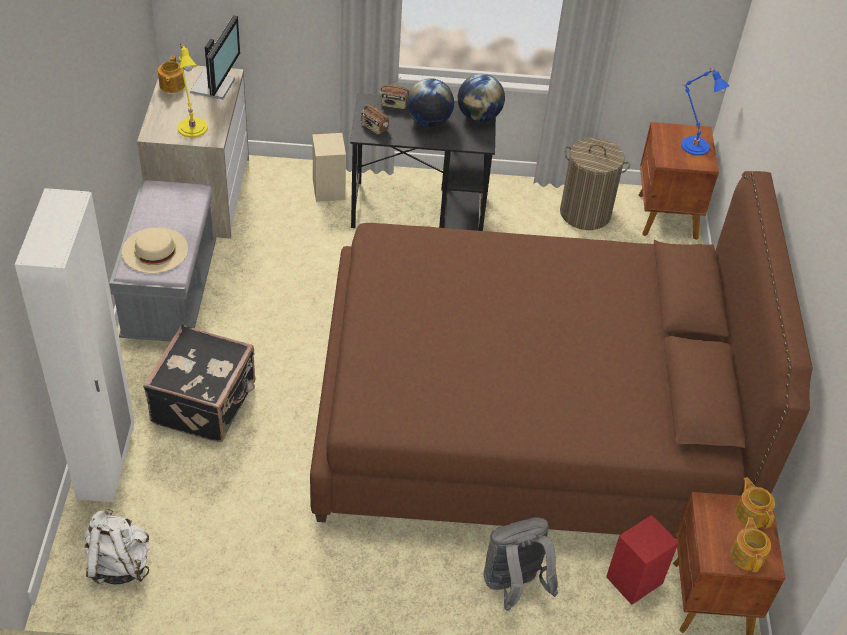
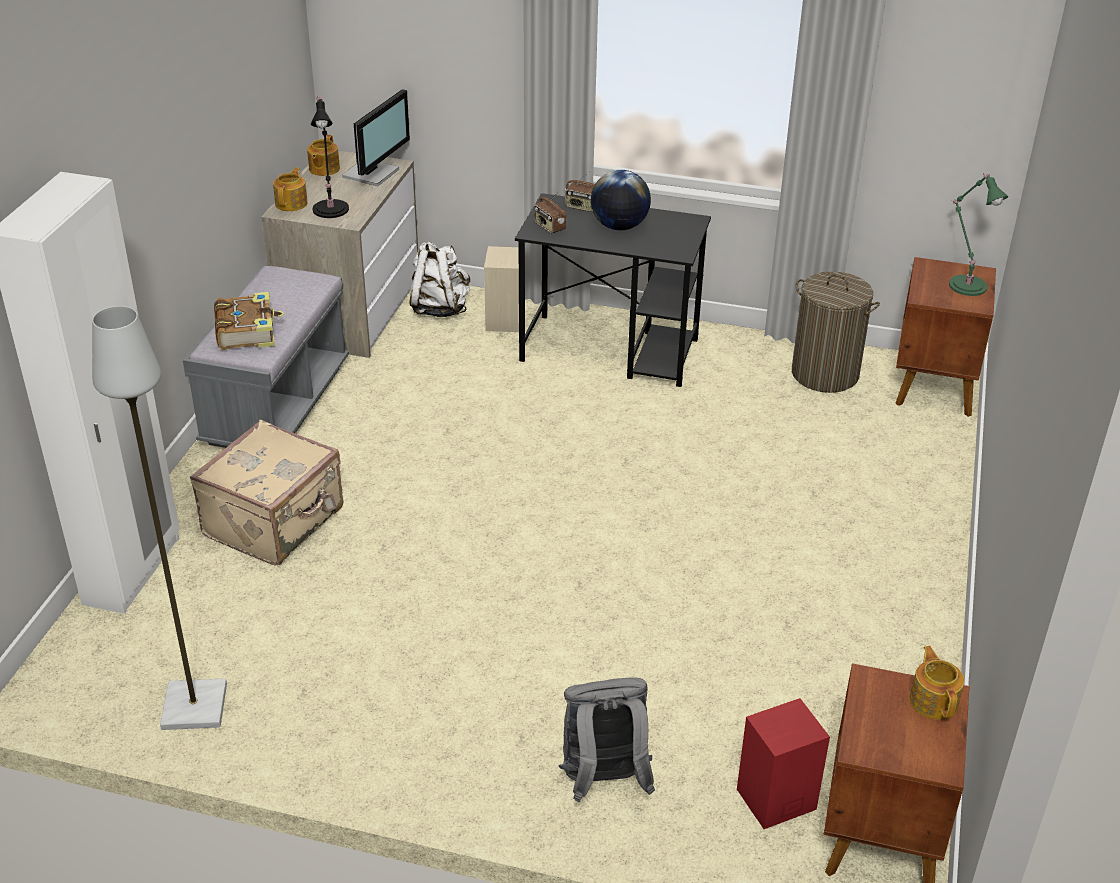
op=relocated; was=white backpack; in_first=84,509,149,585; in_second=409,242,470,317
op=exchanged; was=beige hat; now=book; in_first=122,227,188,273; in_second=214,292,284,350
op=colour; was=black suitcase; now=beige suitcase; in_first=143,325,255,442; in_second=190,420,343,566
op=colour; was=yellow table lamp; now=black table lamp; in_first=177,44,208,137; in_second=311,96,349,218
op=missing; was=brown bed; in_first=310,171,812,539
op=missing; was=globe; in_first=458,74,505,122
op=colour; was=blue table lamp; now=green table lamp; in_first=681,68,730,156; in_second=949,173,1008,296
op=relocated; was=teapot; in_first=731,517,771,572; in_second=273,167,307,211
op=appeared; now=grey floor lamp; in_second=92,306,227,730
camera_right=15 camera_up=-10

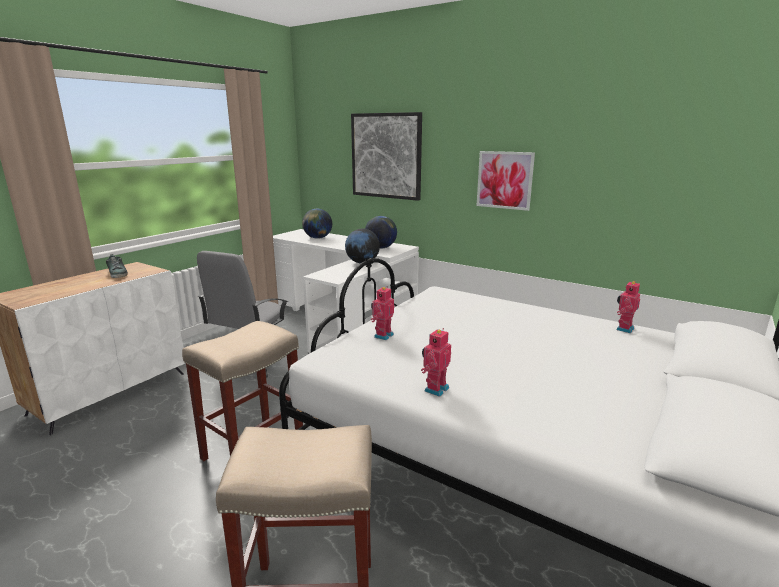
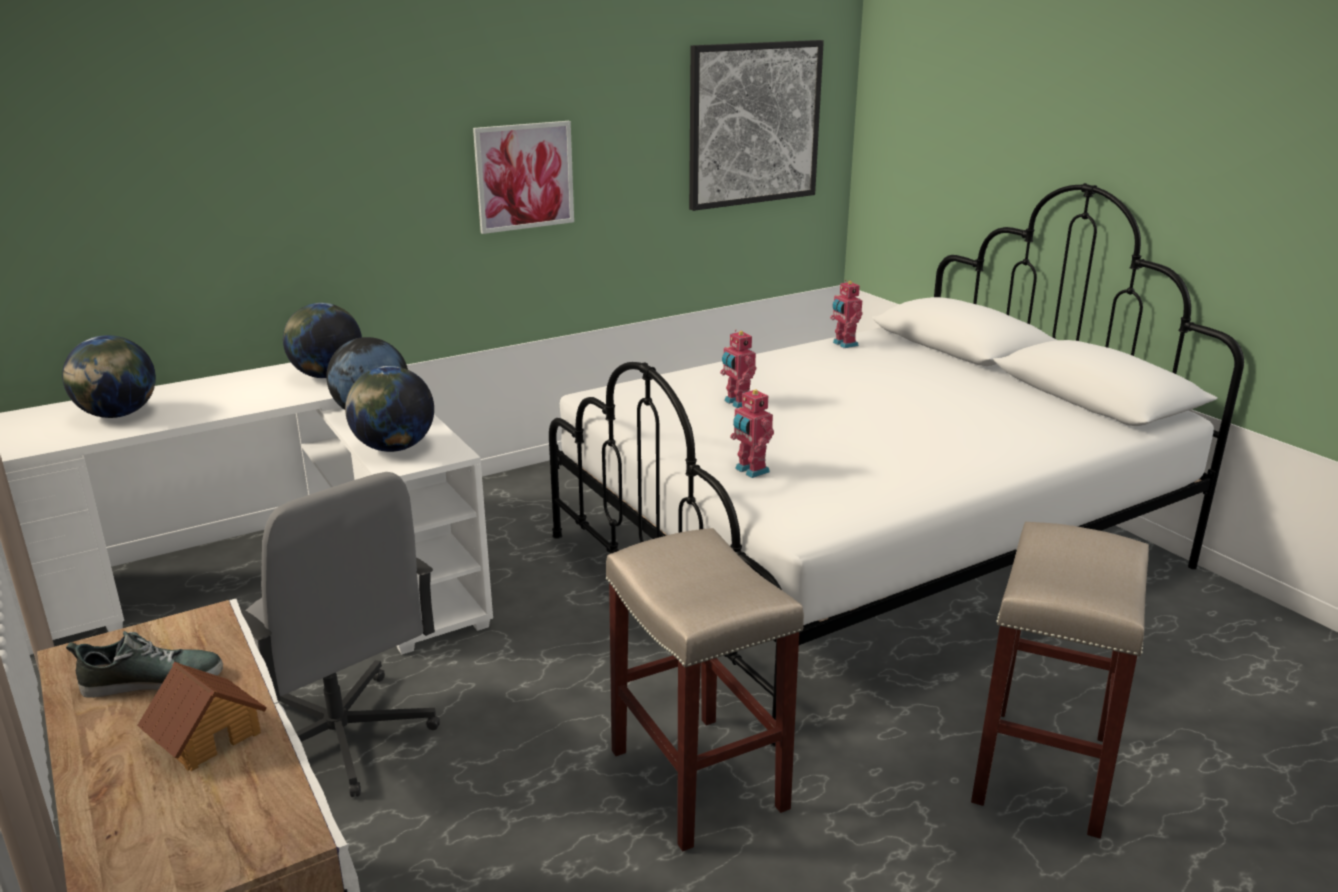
op=relocated; was=picture; in_first=351,112,422,201; in_second=689,40,824,211
op=relocated; was=toy robot; in_first=421,328,451,397; in_second=720,329,756,408
op=appeared; now=toy house; in_second=137,662,267,771
op=appeared; now=globe; in_second=345,366,434,452
camera_right=-65 camera_up=5

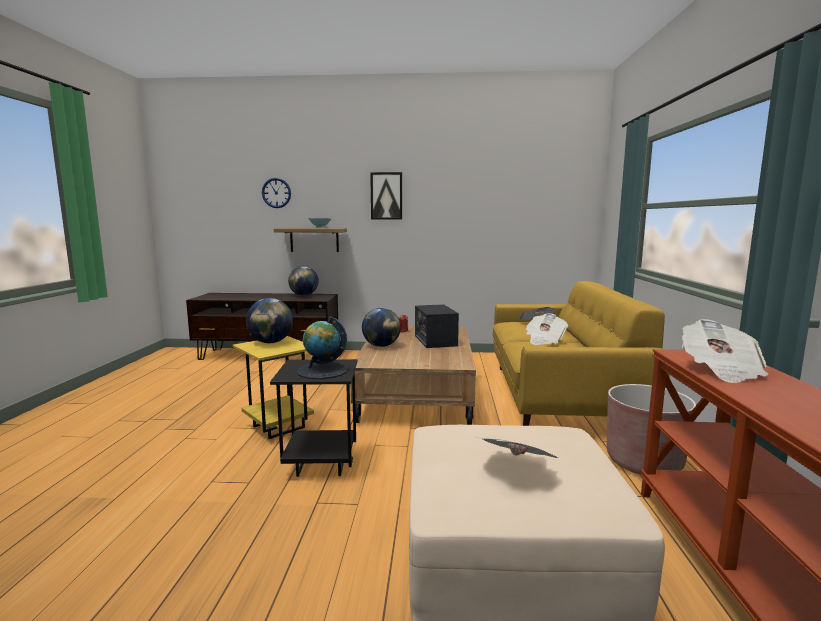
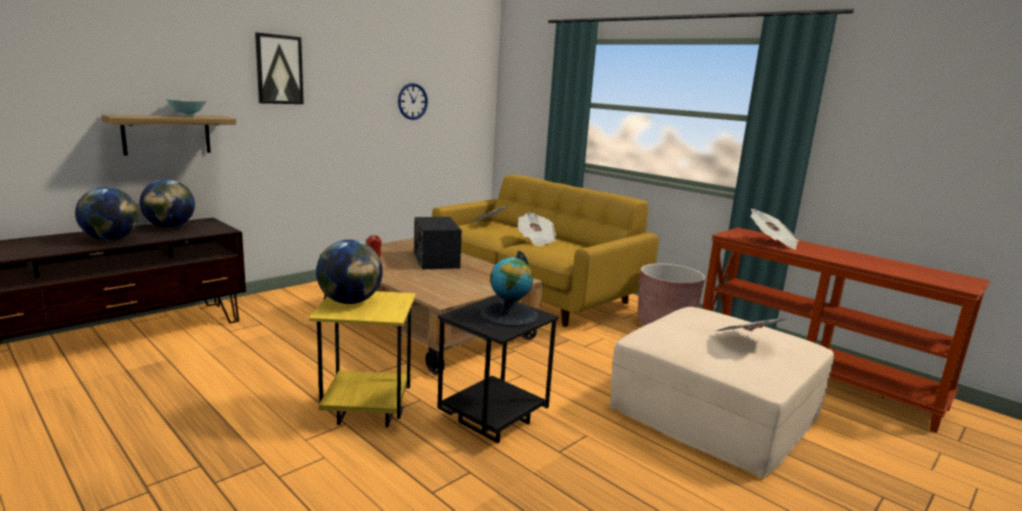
op=relocated; was=wall clock; in_first=262,178,291,208; in_second=398,83,428,120
op=relocated; was=globe; in_first=362,308,401,347; in_second=75,187,139,240
op=spun; was=radio; in_first=415,304,459,348; in_second=414,217,462,270; clockwise=45
camera_right=-50 camera_up=5

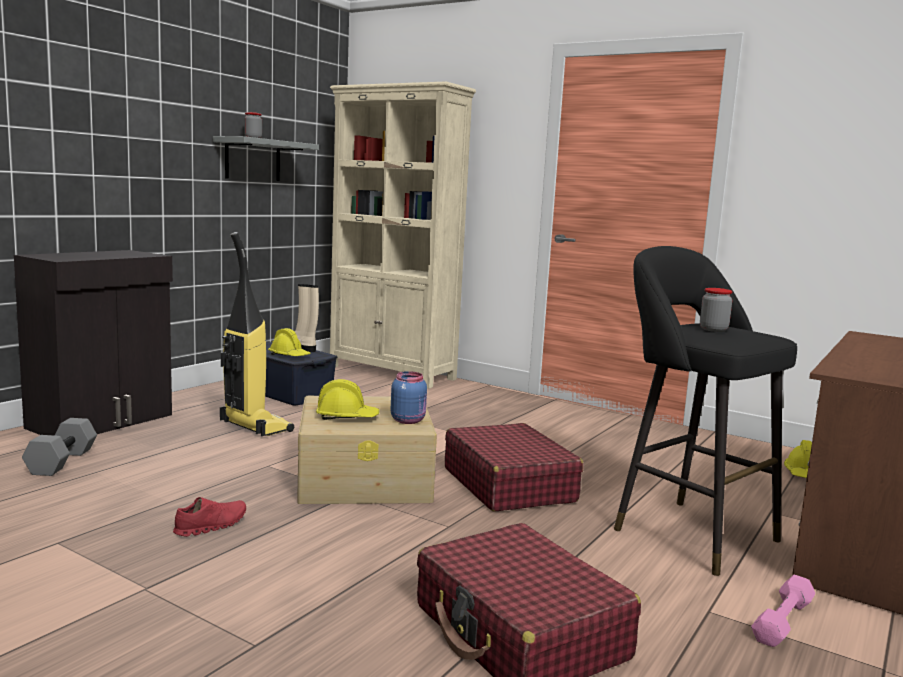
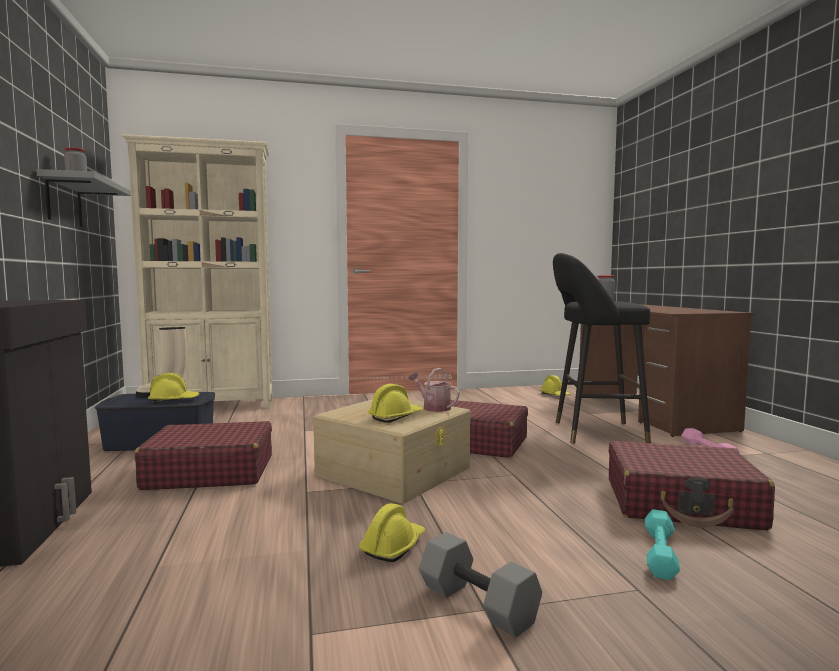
op=relocated; was=grey dumbbell; in_first=22,418,97,476; in_second=419,532,542,638
op=exchanged; was=red shoe; now=yellow hard hat; in_first=173,497,246,537; in_second=359,503,425,562
op=exchanged; was=vacuum cleaner; now=red suitcase; in_first=220,232,294,436; in_second=135,421,272,490
op=exchanged; was=blue jar; now=watering can; in_first=391,371,427,424; in_second=408,368,460,412
op=appeared; now=turquoise dumbbell; in_second=645,509,680,580
camera_right=-45 camera_up=-5

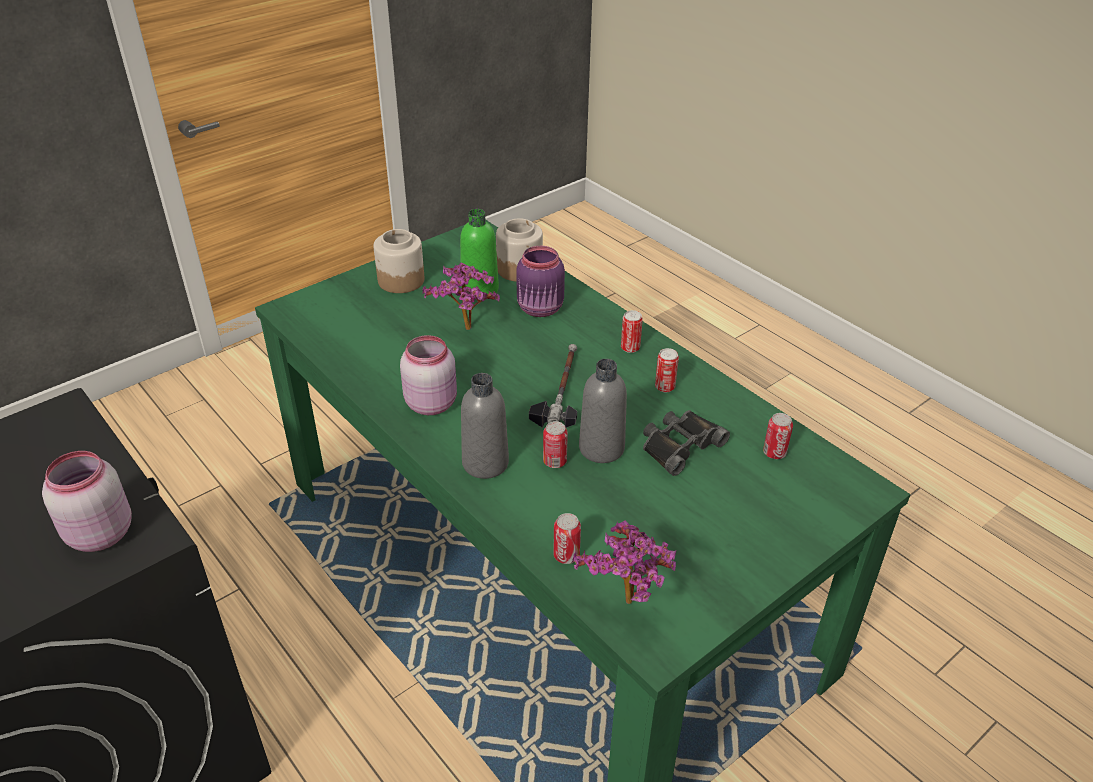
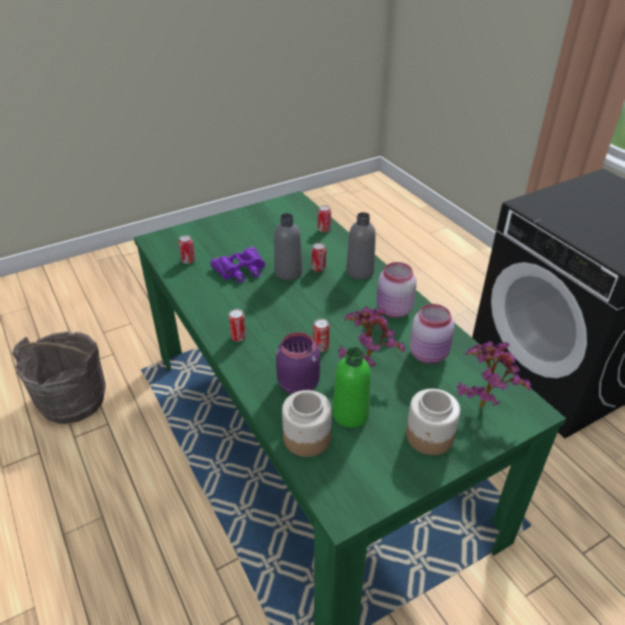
op=relocated; was=pink jar; in_first=42,451,132,552; in_second=409,304,455,364
op=missing; was=hammer; in_first=529,344,577,428
op=relocated; was=potted plant; in_first=572,520,676,604; in_second=456,341,531,408
op=colour; was=black binoculars; now=purple binoculars; in_first=643,410,730,476; in_second=210,246,265,282
op=relocated; was=can; in_first=655,348,679,393; in_second=313,319,329,352
op=appeared; now=grey bucket; in_second=12,331,106,424
camera_right=-170 camera_up=0

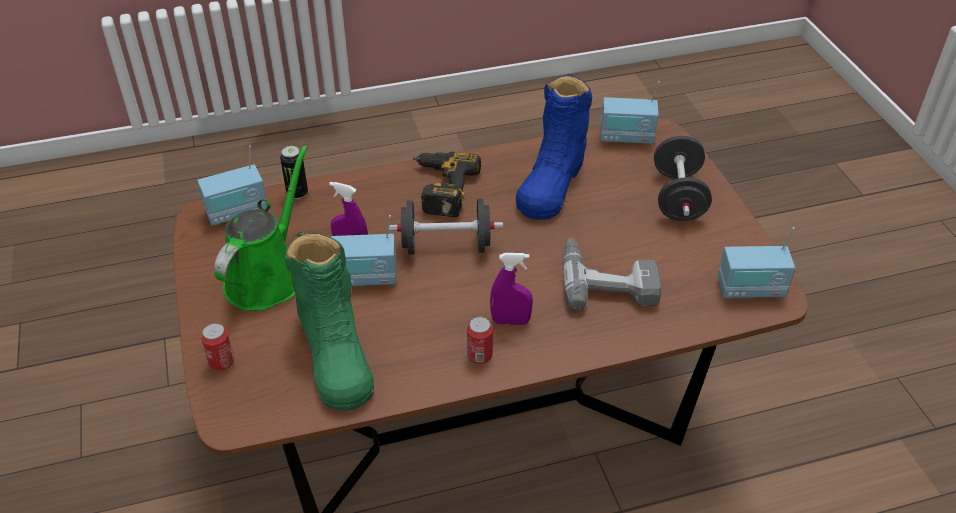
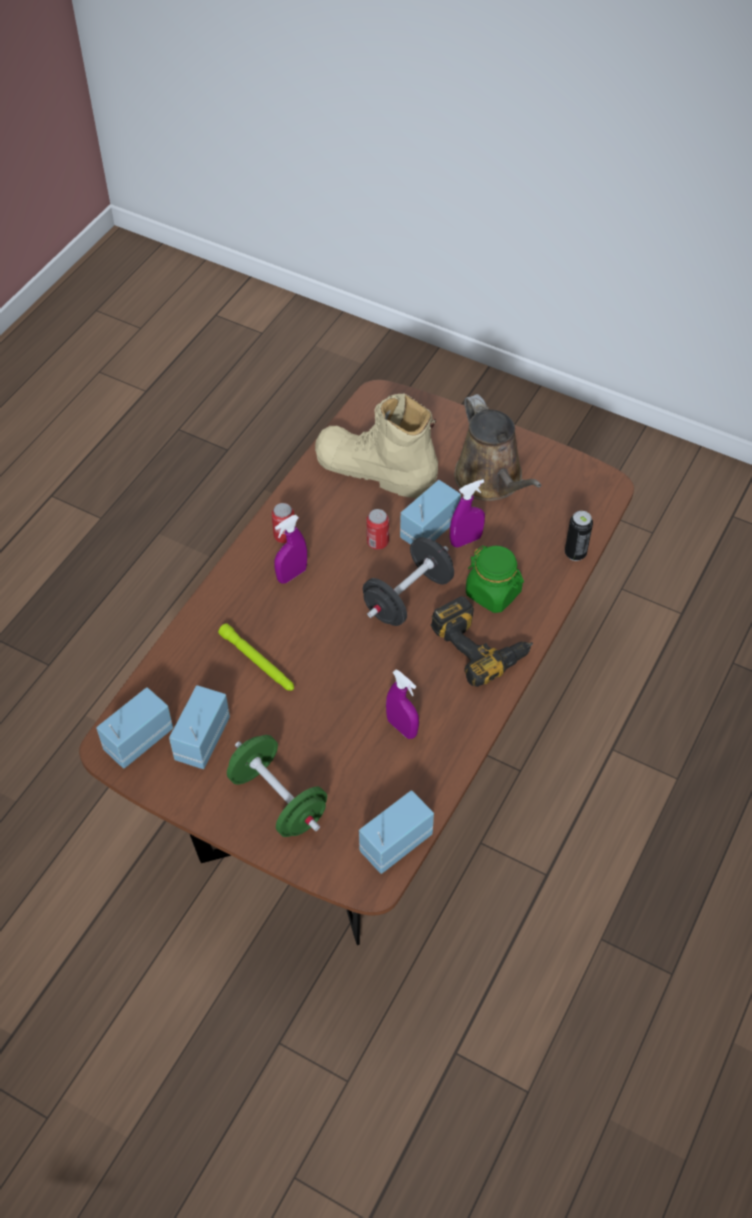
op=relocated; was=radio; in_first=197,145,267,226; in_second=169,685,230,769
op=relocated; was=can; in_first=201,323,234,371; in_second=366,509,389,550
op=colour; was=green watering can; now=brown watering can; in_first=214,146,308,311; in_second=454,394,541,501
op=colour; was=green boot; now=beige boot; in_first=285,232,374,411; in_second=315,394,438,498
op=exchanged; was=blue boot; now=purple spray bottle; in_first=516,74,592,220; in_second=386,669,419,739
op=exchanged; was=power drill; now=green flashlight; in_first=562,238,661,310; in_second=218,623,294,691
op=colour; was=black dumbbell; now=green dumbbell; in_first=654,136,712,221; in_second=227,735,327,837
op=appeared; now=green jar; in_second=466,546,524,613
camera_right=135 camera_up=10

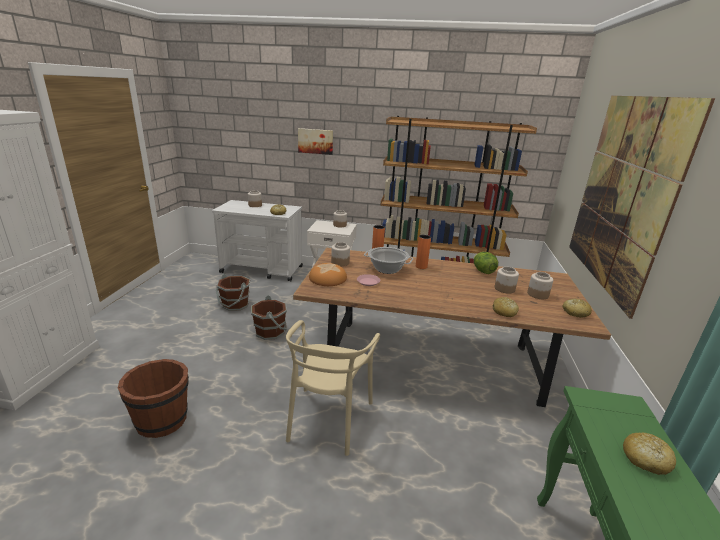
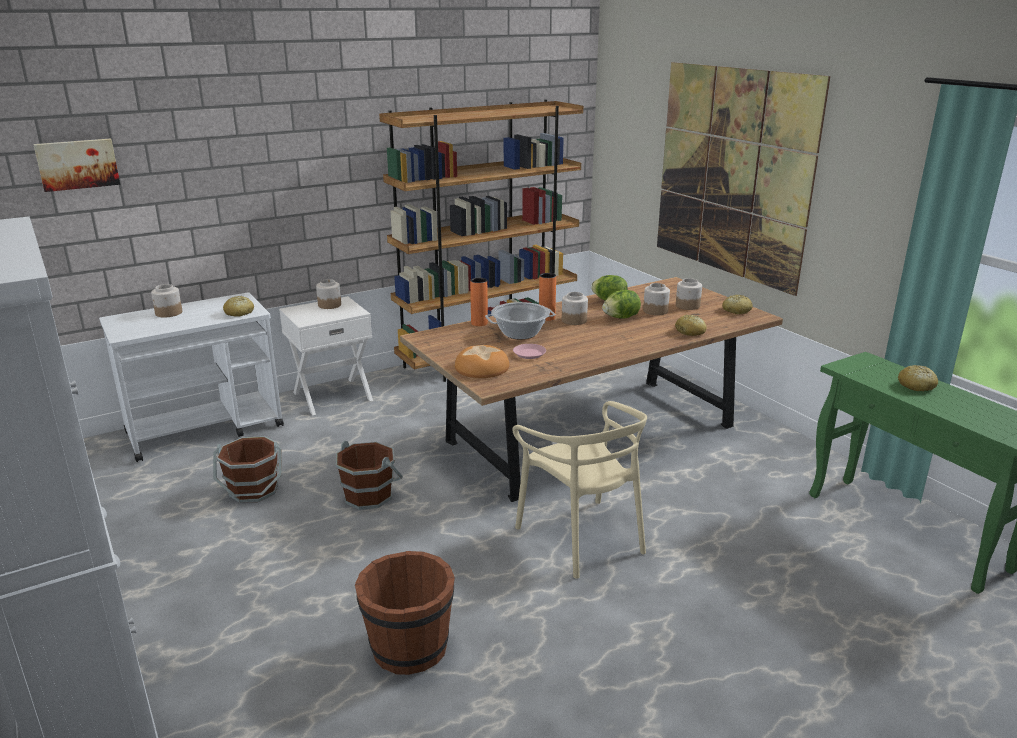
op=relocated; was=picture; in_first=298,128,333,155; in_second=33,138,120,192
op=relocated; was=jar; in_first=331,242,350,266; in_second=562,292,588,325
op=appeared; now=lettuce; in_second=602,290,641,318
camera_right=-40 camera_up=0

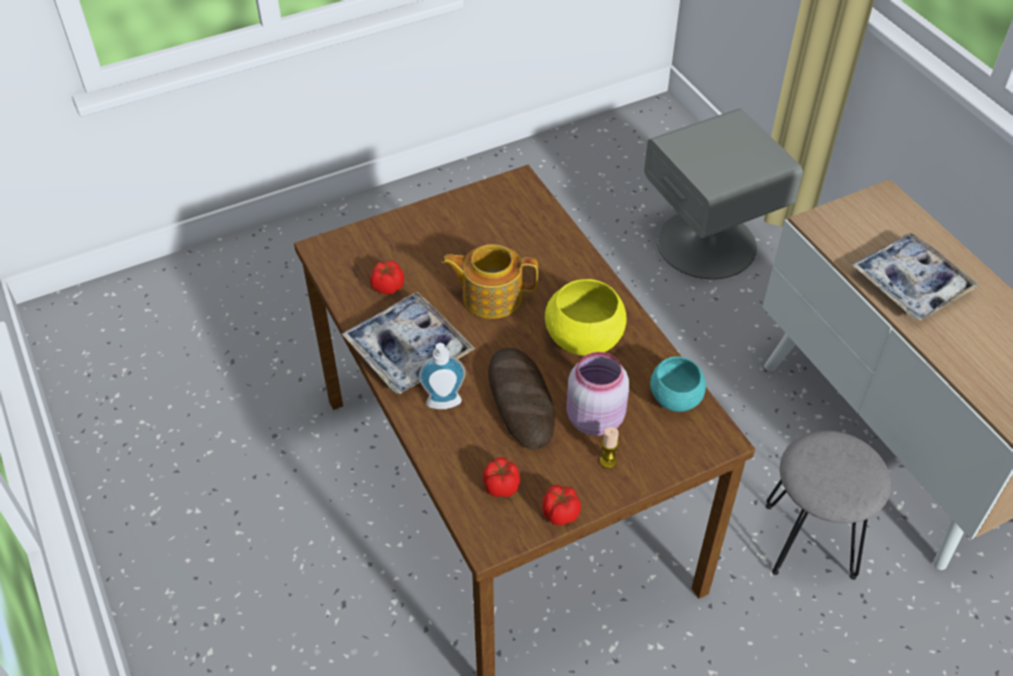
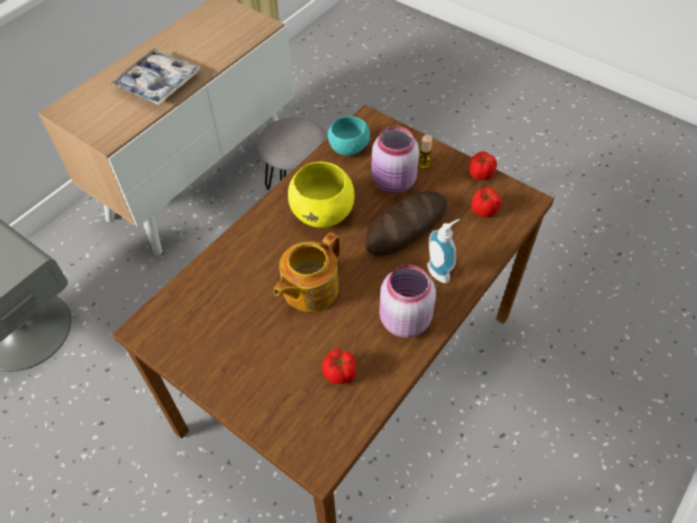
op=exchanged; was=tray; now=pink jar; in_first=342,292,475,394; in_second=379,265,436,338
op=spun; was=teapot; in_first=441,244,538,319; in_second=274,232,340,312; clockwise=60
camera_right=-115 camera_up=5

